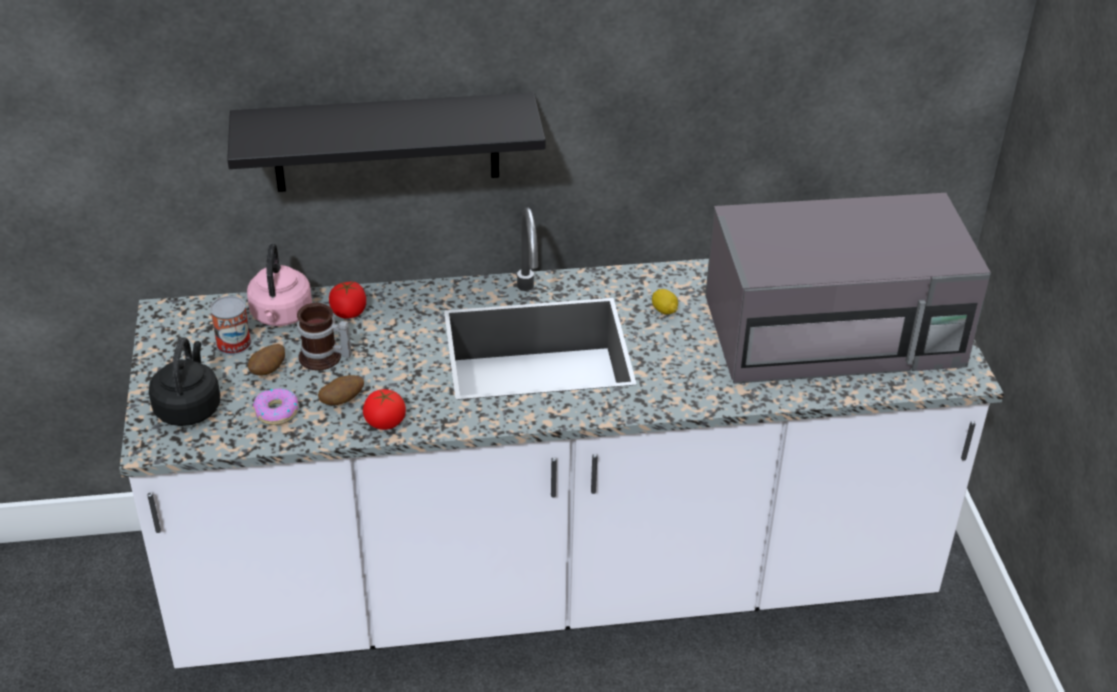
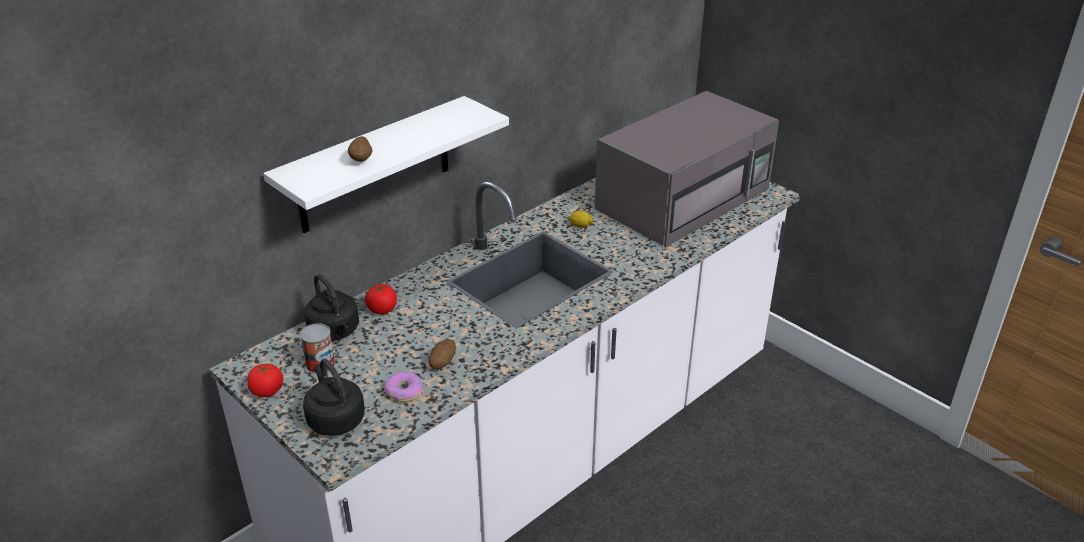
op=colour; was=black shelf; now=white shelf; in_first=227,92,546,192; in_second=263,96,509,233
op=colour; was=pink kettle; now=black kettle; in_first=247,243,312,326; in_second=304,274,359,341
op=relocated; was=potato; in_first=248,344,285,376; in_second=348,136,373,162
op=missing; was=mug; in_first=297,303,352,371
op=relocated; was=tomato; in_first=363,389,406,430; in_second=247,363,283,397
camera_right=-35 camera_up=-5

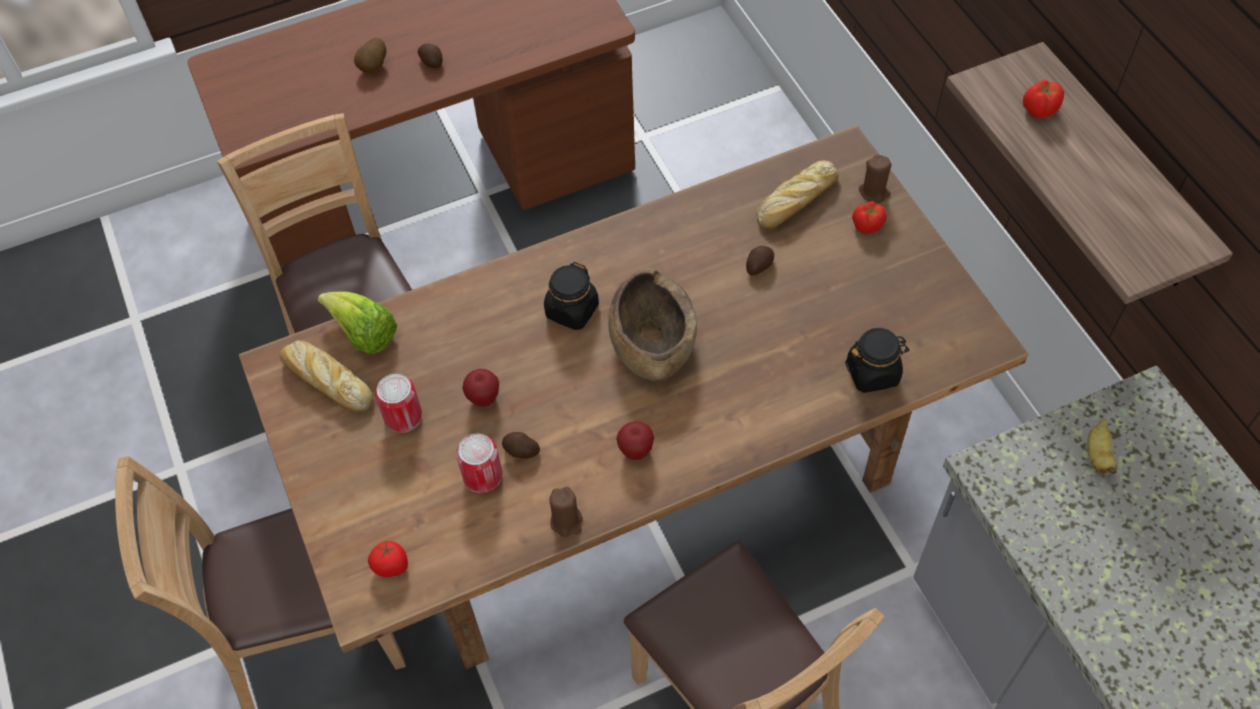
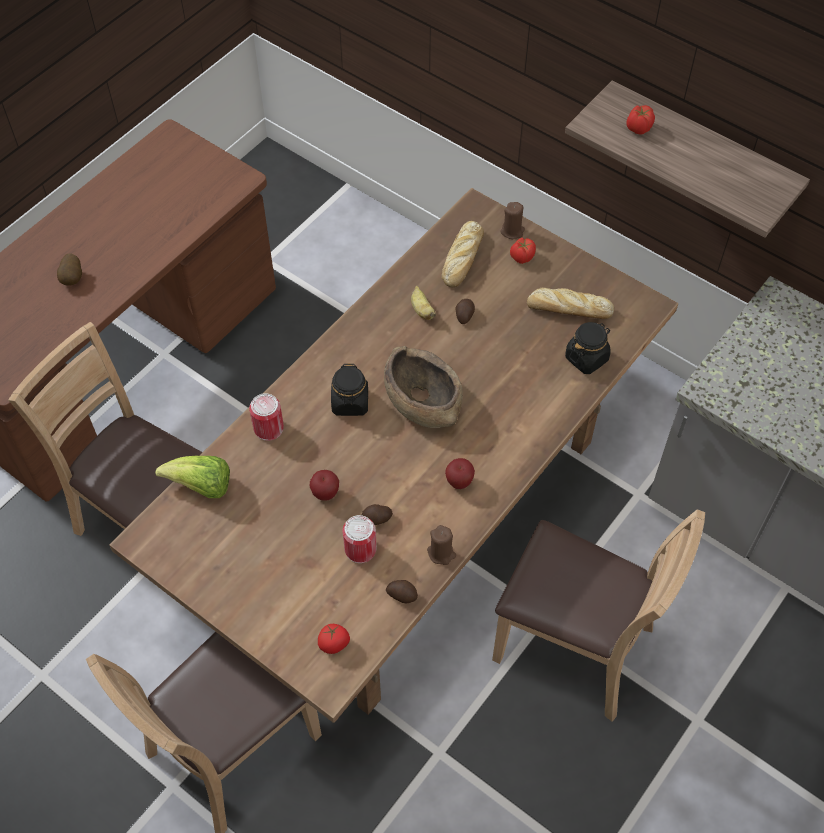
op=relocated; was=bread; in_first=280,340,373,412; in_second=527,288,614,319
op=relocated; was=can; in_first=375,374,422,433; in_second=249,393,284,441
op=relocated; was=potato; in_first=418,44,443,68; in_second=386,580,418,603
op=relocated; was=banana; in_first=1087,419,1117,475; in_second=411,286,436,320
camera_right=-30 camera_up=0

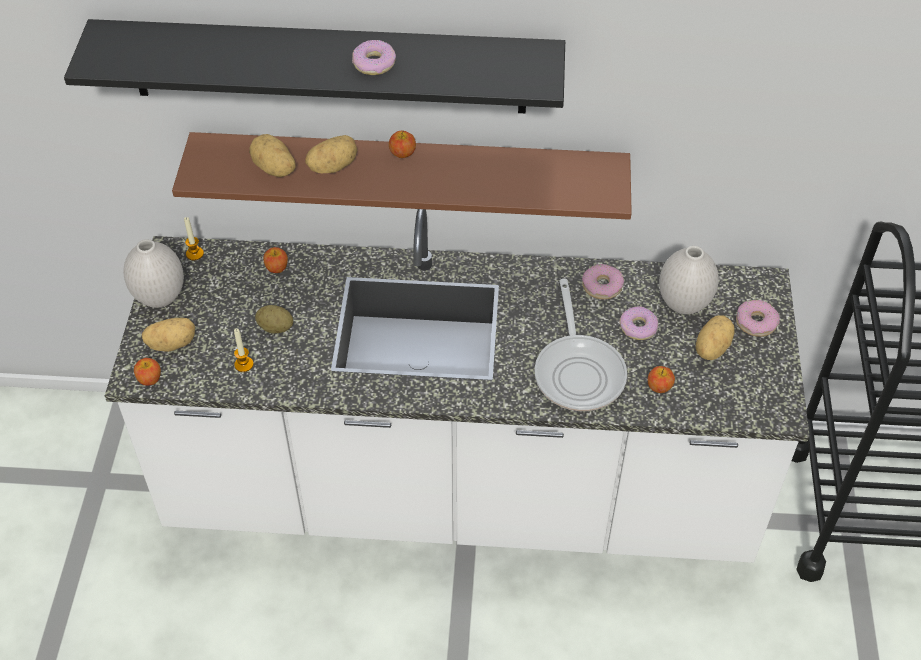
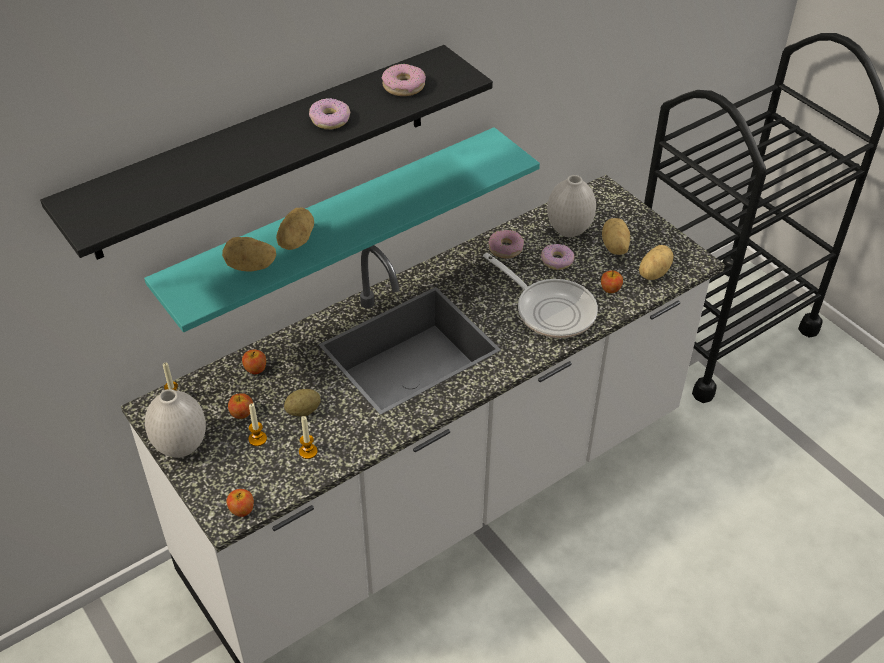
op=relocated; was=potato; in_first=142,318,195,352; in_second=639,245,674,280
op=colour; was=brown shelf; now=turquoise shelf; in_first=172,132,632,220; in_second=144,127,540,332
op=relocated; was=apple; in_first=389,131,416,158; in_second=228,393,253,419
op=relocated; was=donut; in_first=736,300,780,337; in_second=382,64,426,96
op=appeared; now=candle; in_second=248,403,267,446
camera_right=-40 camera_up=-5

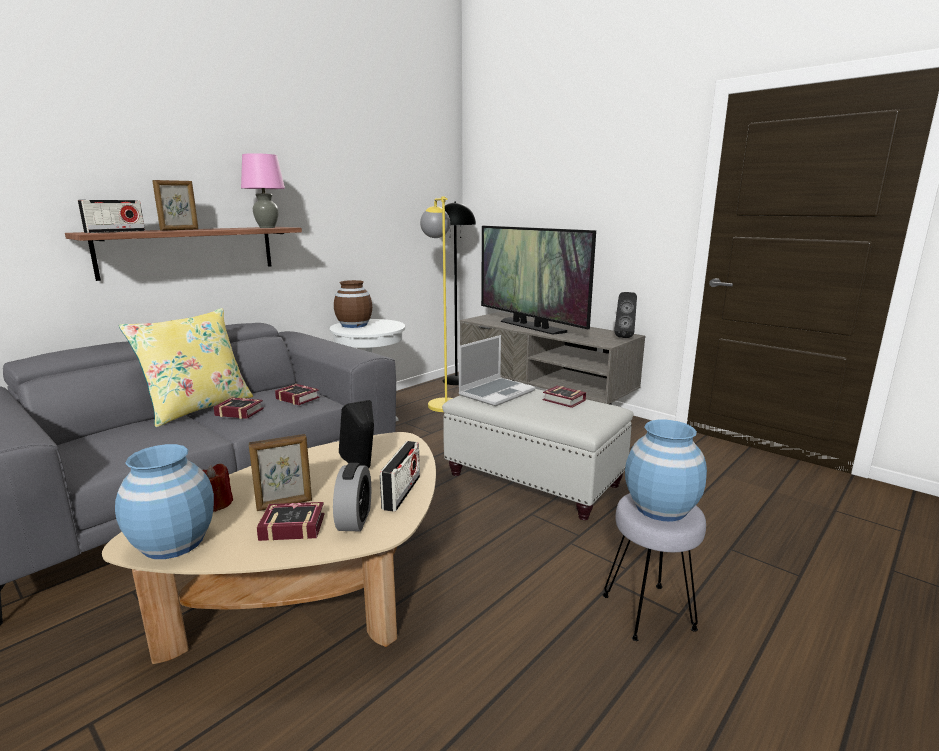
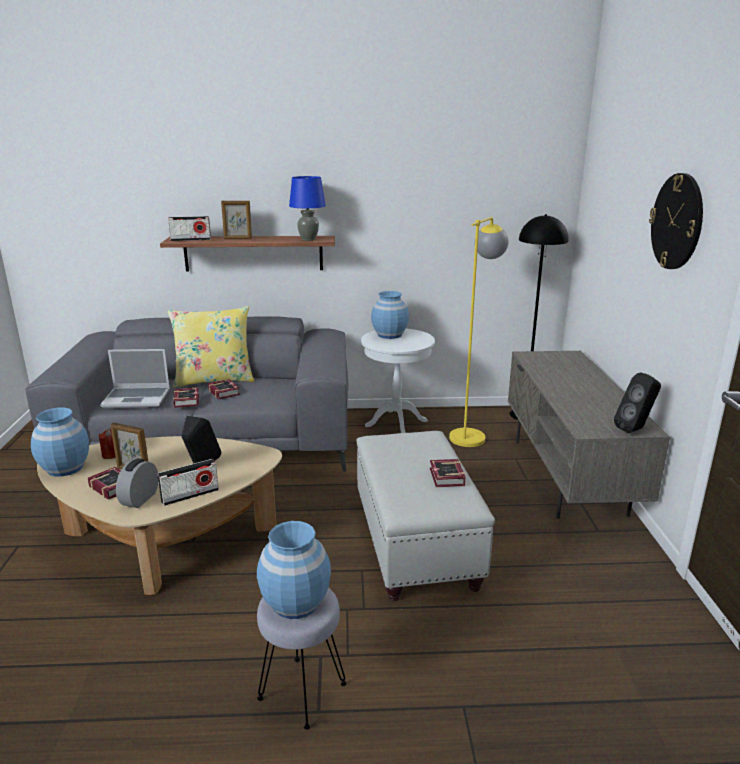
op=colour; was=pink table lamp; now=blue table lamp; in_first=241,153,285,228; in_second=289,176,326,241
op=relocated; was=book; in_first=275,384,320,405; in_second=173,387,199,408
op=spun; was=alarm clock; in_first=333,463,371,532; in_second=116,459,158,508; clockwise=150
op=colour; was=brown vase; now=blue vase; in_first=334,280,372,328; in_second=371,291,409,339
op=relocated; was=laptop; in_first=458,335,535,406; in_second=100,349,170,408
op=missing; was=television; in_first=481,226,596,334
op=appeared; now=wall clock; in_second=649,173,703,269
camera_right=45 camera_up=5

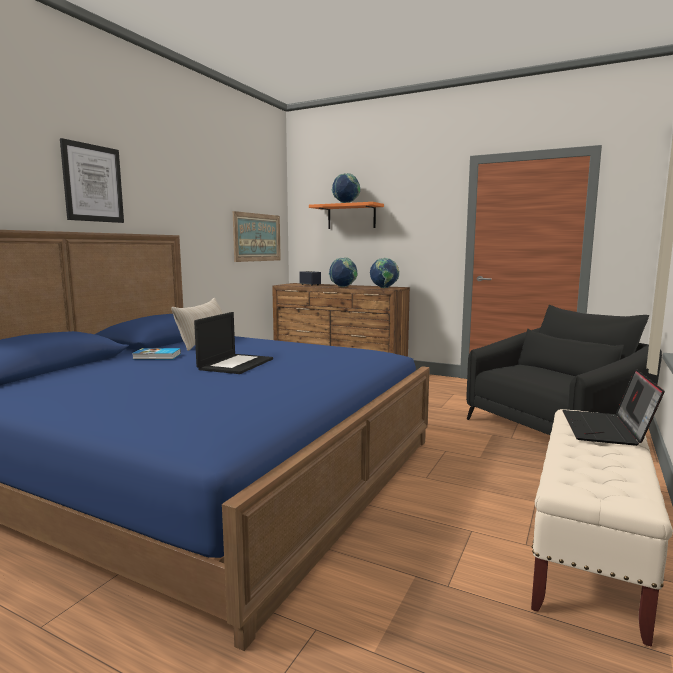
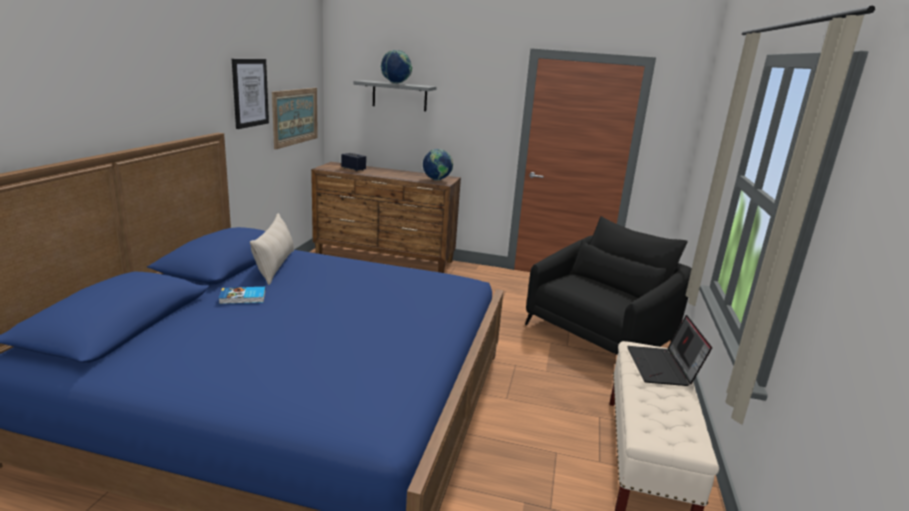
op=relocated; was=picture; in_first=60,138,124,223; in_second=232,59,269,129
op=missing; was=laptop; in_first=194,312,273,374
op=colour; was=orange shelf; now=grey shelf; in_first=309,202,384,229; in_second=353,80,437,111
op=missing; was=globe; in_first=329,257,358,287
camera_right=-15 camera_up=10

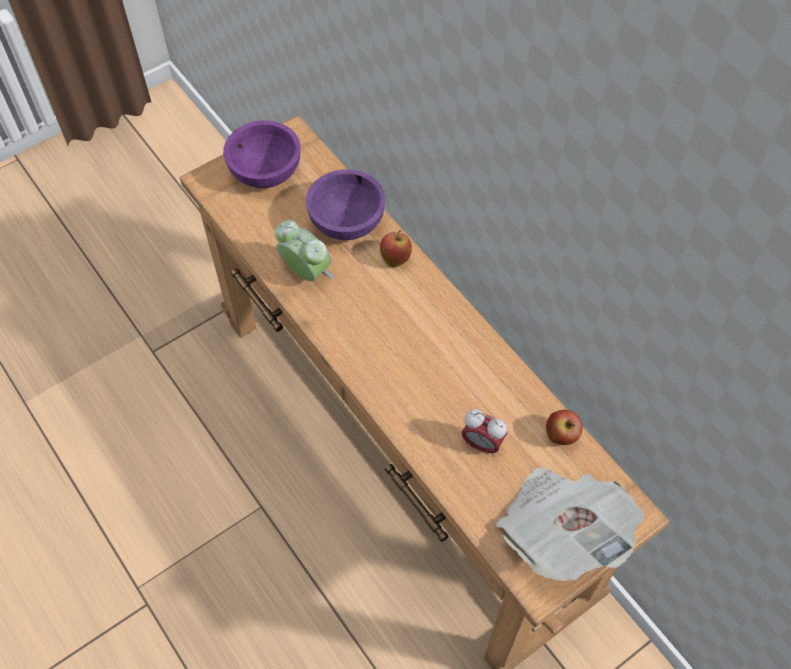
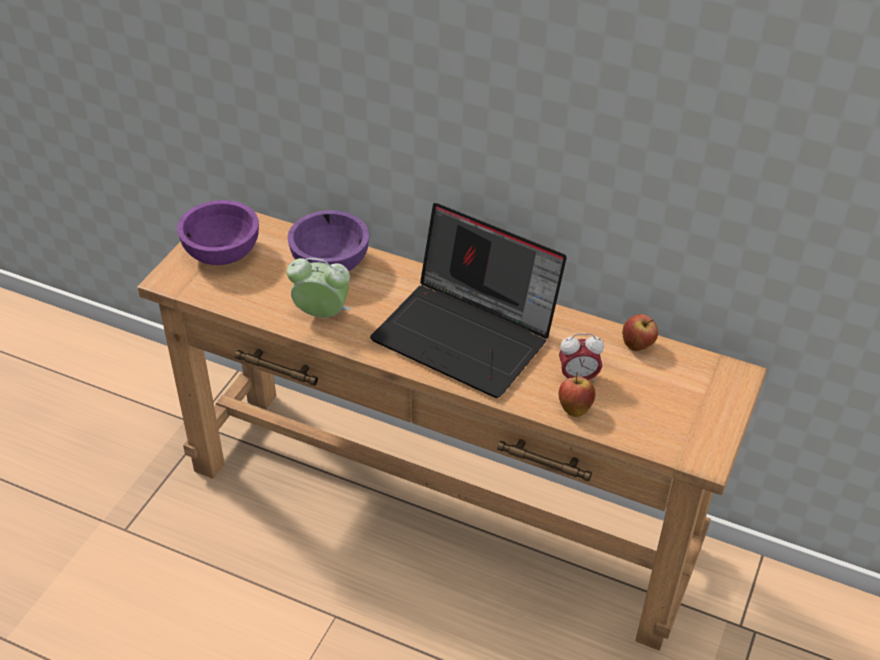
op=relocated; was=apple; in_first=380,230,412,267; in_second=559,372,596,417
op=missing; was=newspaper; in_first=495,467,644,581
op=appeared; now=laptop; in_second=370,203,567,398
camera_right=-30 camera_up=-15

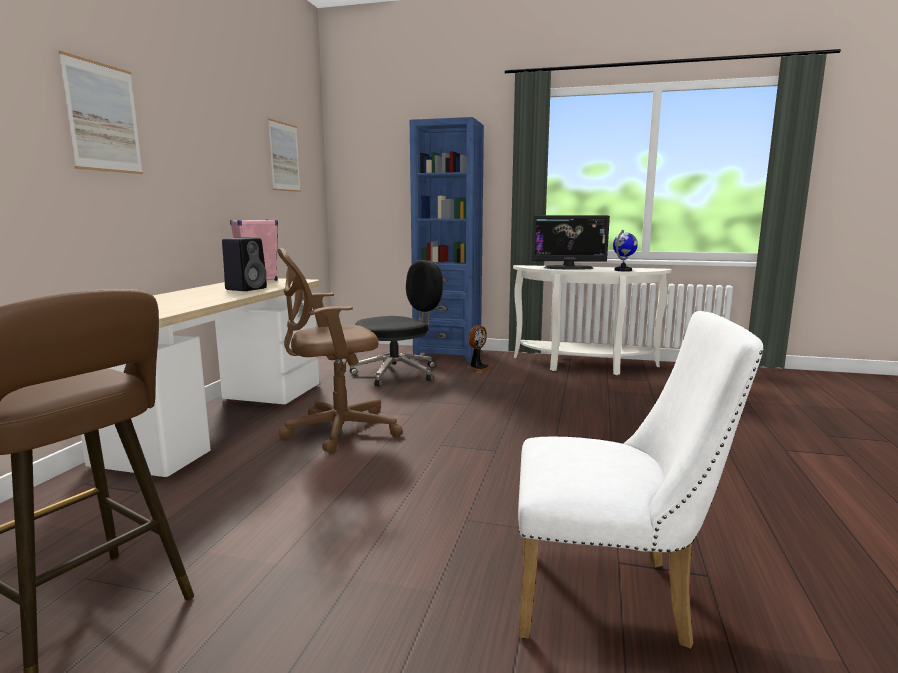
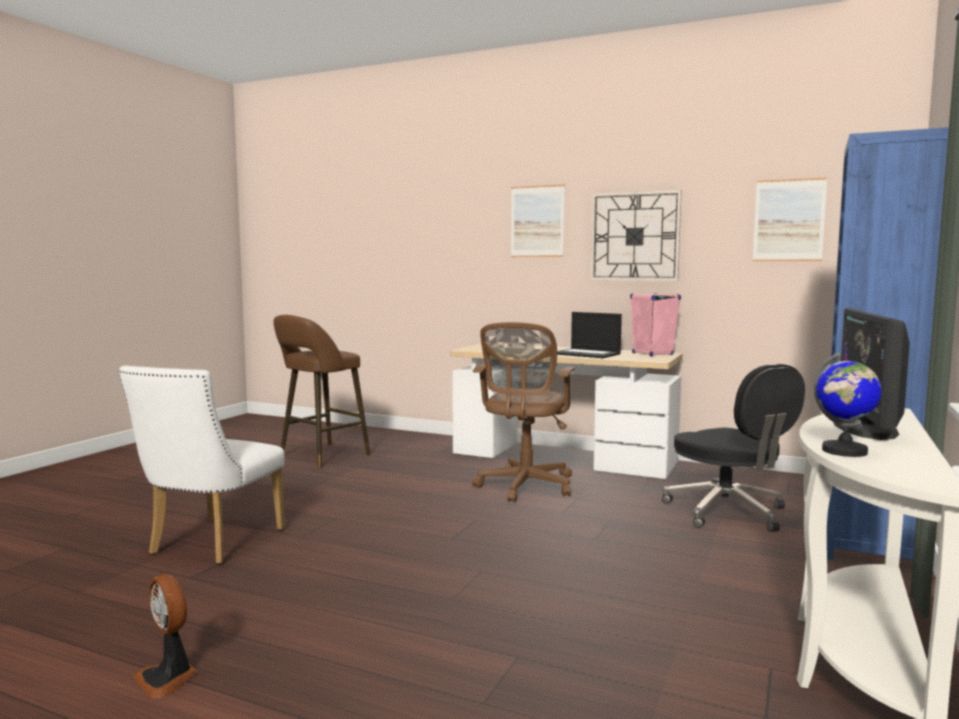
op=exchanged; was=black speaker; now=laptop; in_first=222,237,267,291; in_second=557,312,622,358
op=spun; was=brown office chair; in_first=277,248,403,453; in_second=472,322,575,502; clockwise=-150
op=relocated; was=fan; in_first=467,325,493,373; in_second=133,574,197,699
op=appeared; now=wall clock; in_second=591,190,682,281
camera_right=100 camera_up=-5

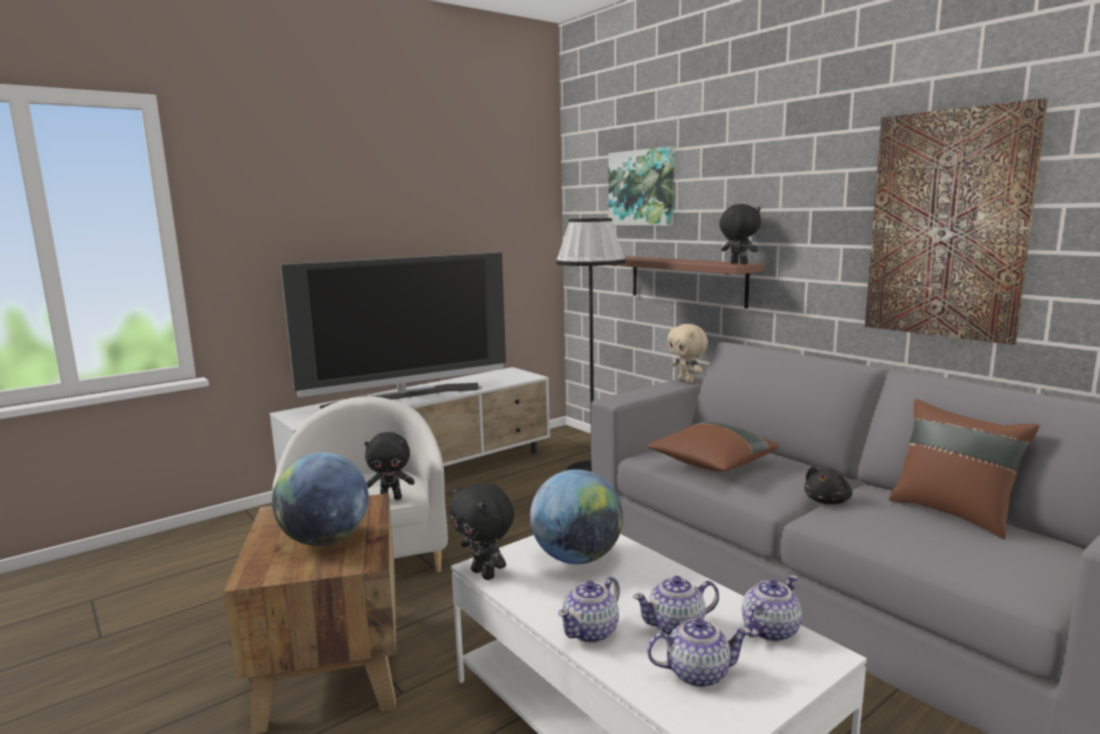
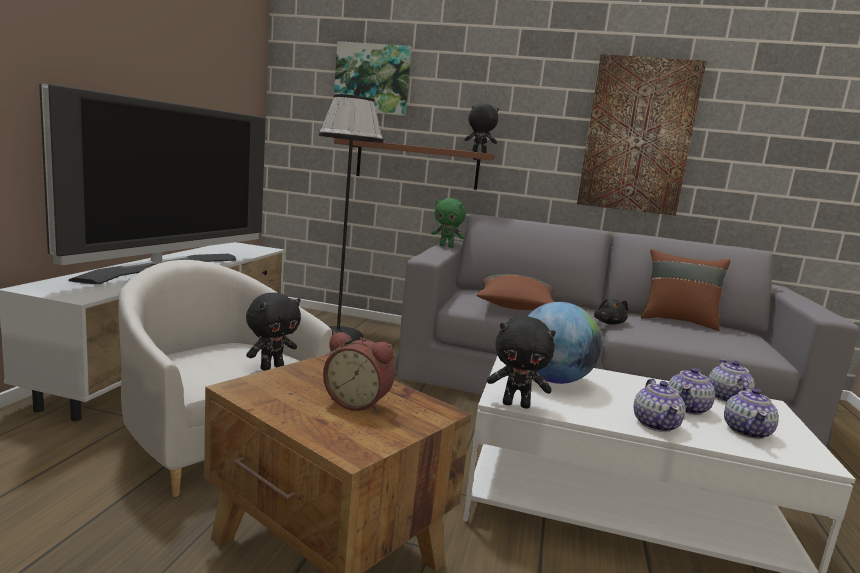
op=exchanged; was=globe; now=alarm clock; in_first=272,452,369,546; in_second=323,331,395,412
op=spun; was=teapot; in_first=647,618,751,688; in_second=724,387,779,439; clockwise=150
op=colour; was=beige plush toy; now=green plush toy; in_first=667,324,708,383; in_second=431,198,466,248
camera_right=-40 camera_up=0

